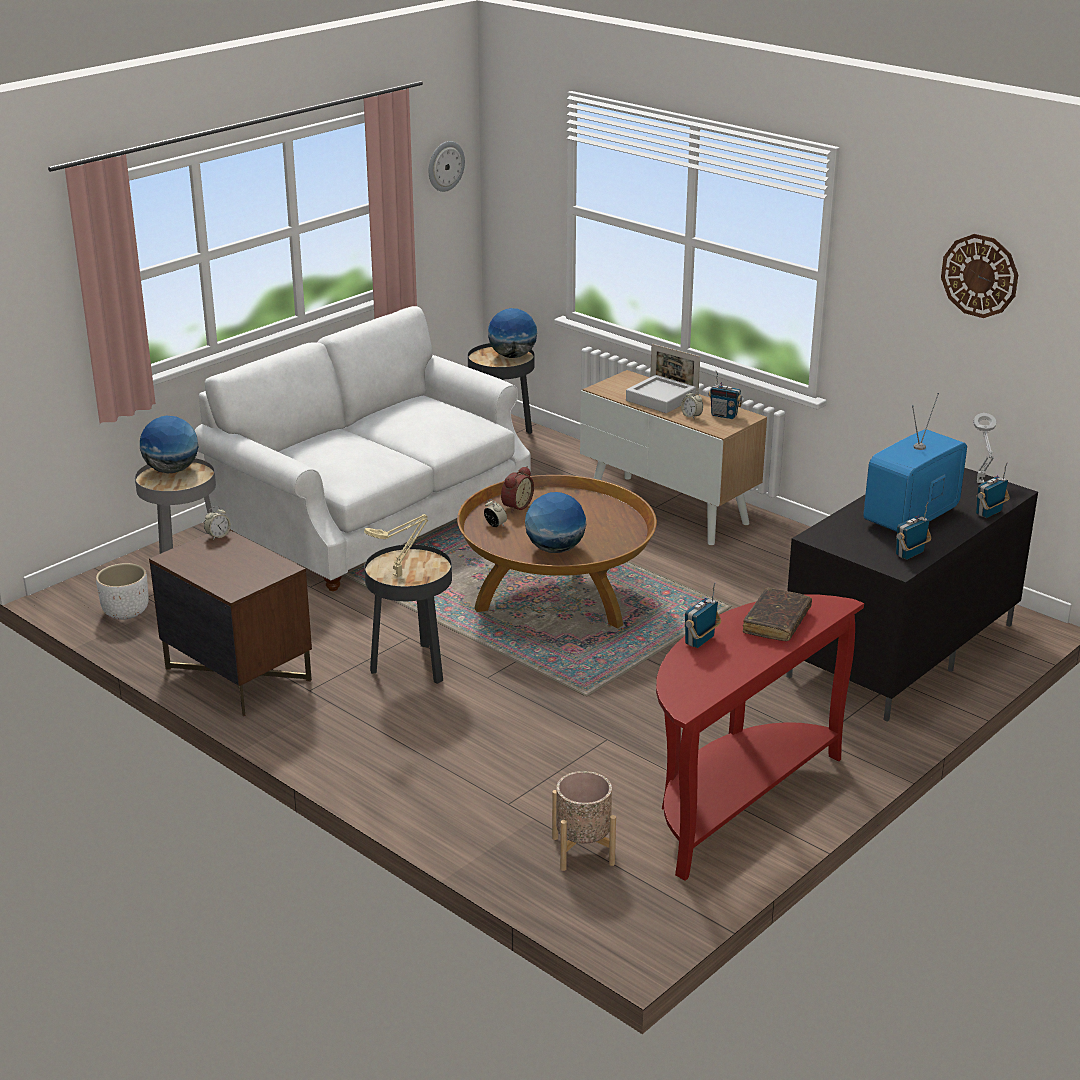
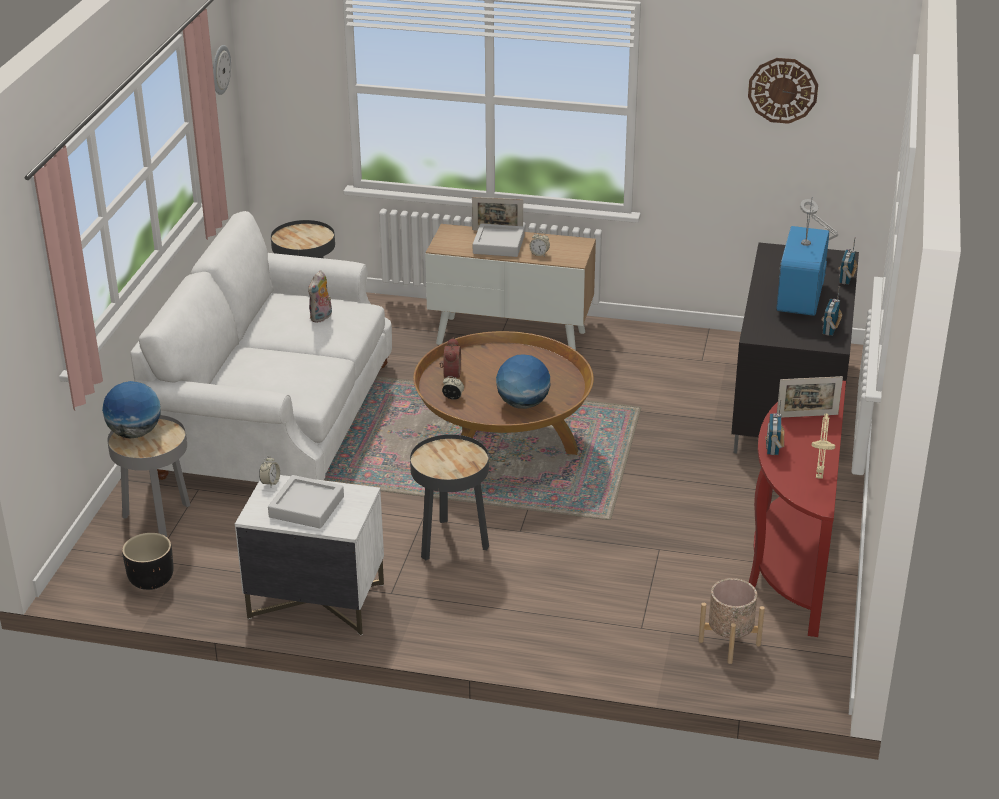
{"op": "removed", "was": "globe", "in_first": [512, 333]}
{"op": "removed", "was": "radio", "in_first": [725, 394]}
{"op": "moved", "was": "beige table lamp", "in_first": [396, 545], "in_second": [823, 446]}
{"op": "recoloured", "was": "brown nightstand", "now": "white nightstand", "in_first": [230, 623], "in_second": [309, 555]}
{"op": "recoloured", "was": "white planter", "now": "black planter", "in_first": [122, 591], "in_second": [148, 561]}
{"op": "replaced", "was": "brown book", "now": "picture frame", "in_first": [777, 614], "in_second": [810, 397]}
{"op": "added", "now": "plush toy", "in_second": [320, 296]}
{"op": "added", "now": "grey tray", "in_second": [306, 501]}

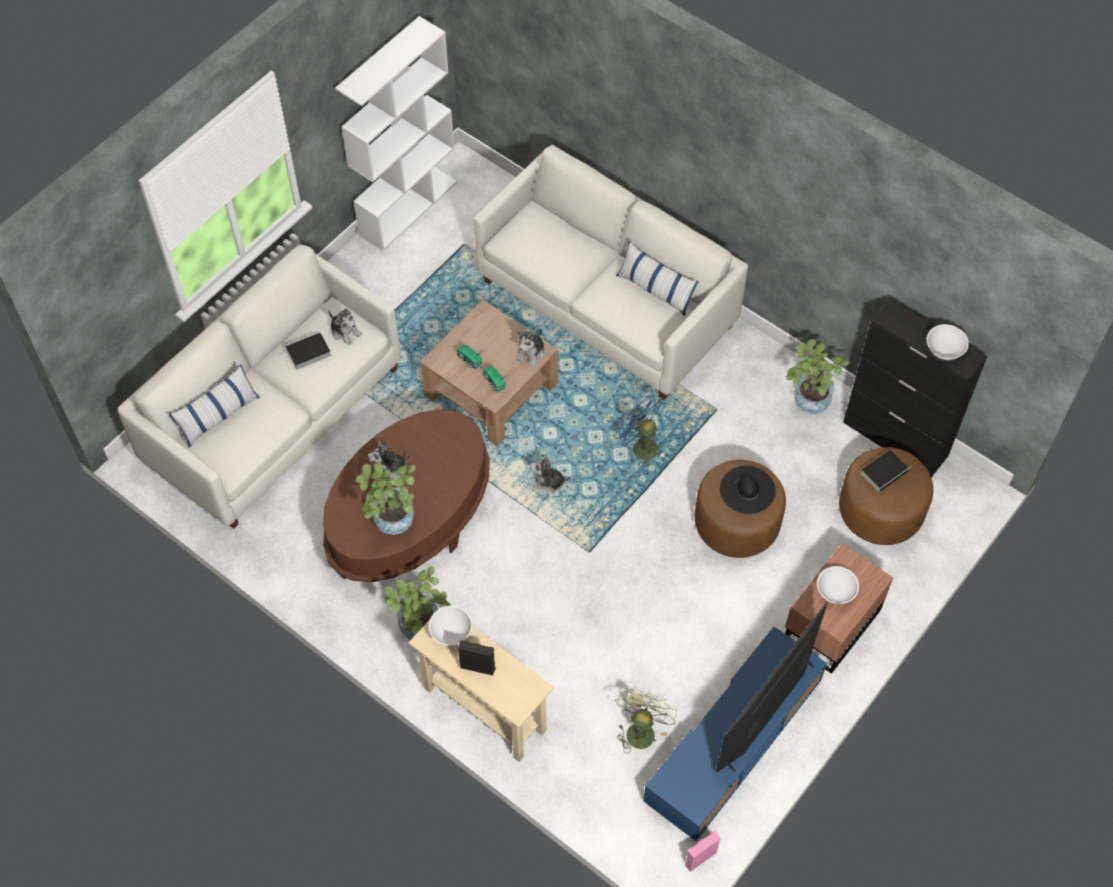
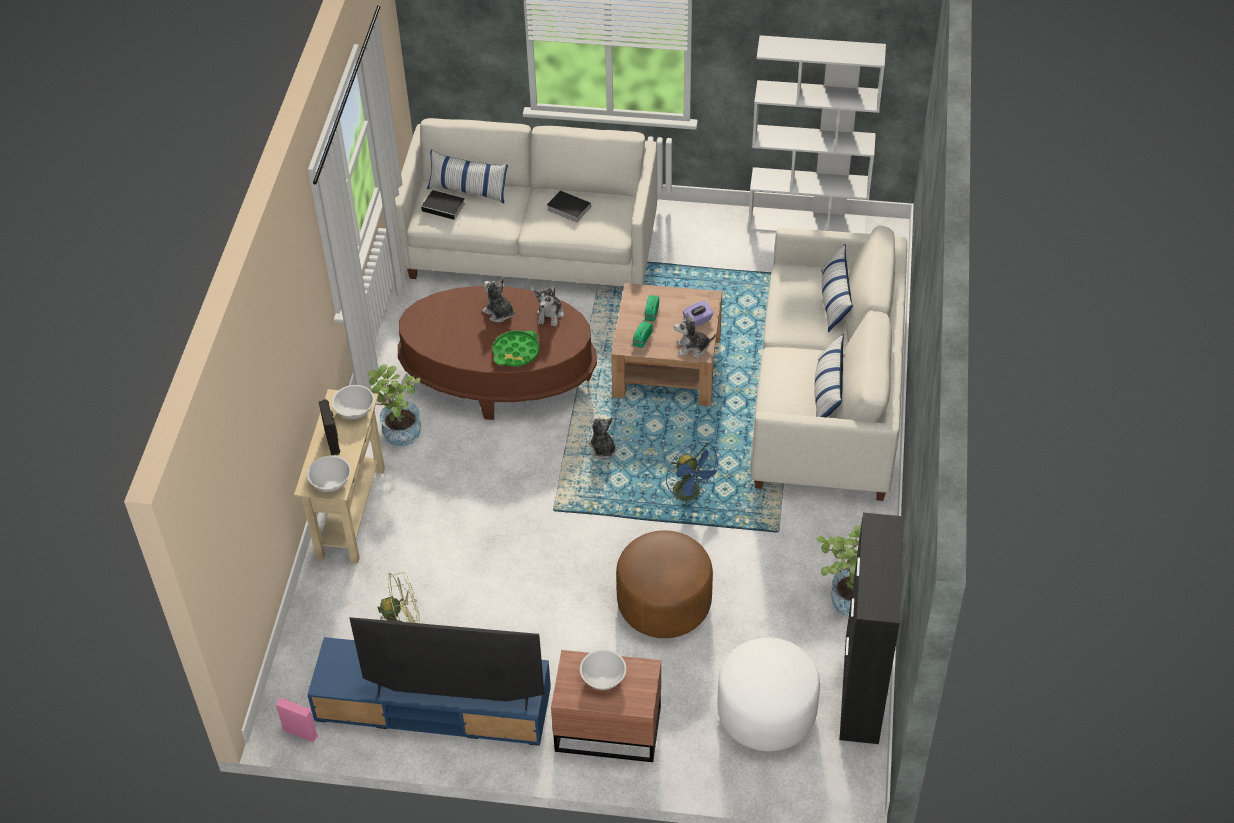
{"op": "moved", "was": "plush toy", "in_first": [345, 326], "in_second": [549, 306]}
{"op": "moved", "was": "white bowl", "in_first": [948, 342], "in_second": [329, 474]}
{"op": "turned", "was": "blue fan", "in_first": [637, 431], "in_second": [694, 471], "clockwise": 135}
{"op": "recoloured", "was": "brown ottoman", "now": "white ottoman", "in_first": [886, 496], "in_second": [768, 694]}
{"op": "moved", "was": "book", "in_first": [886, 471], "in_second": [443, 205]}
{"op": "removed", "was": "potted plant", "in_first": [386, 499]}
{"op": "removed", "was": "black hat", "in_first": [748, 490]}
{"op": "added", "now": "pillow", "in_second": [837, 288]}
{"op": "added", "now": "purple tissue box", "in_second": [698, 314]}
{"op": "added", "now": "green tray", "in_second": [516, 348]}

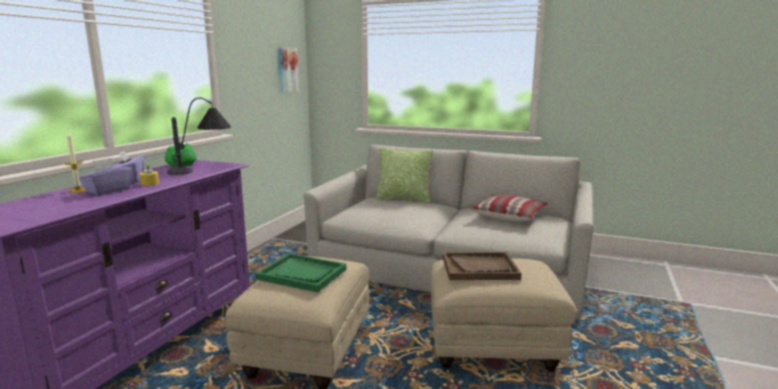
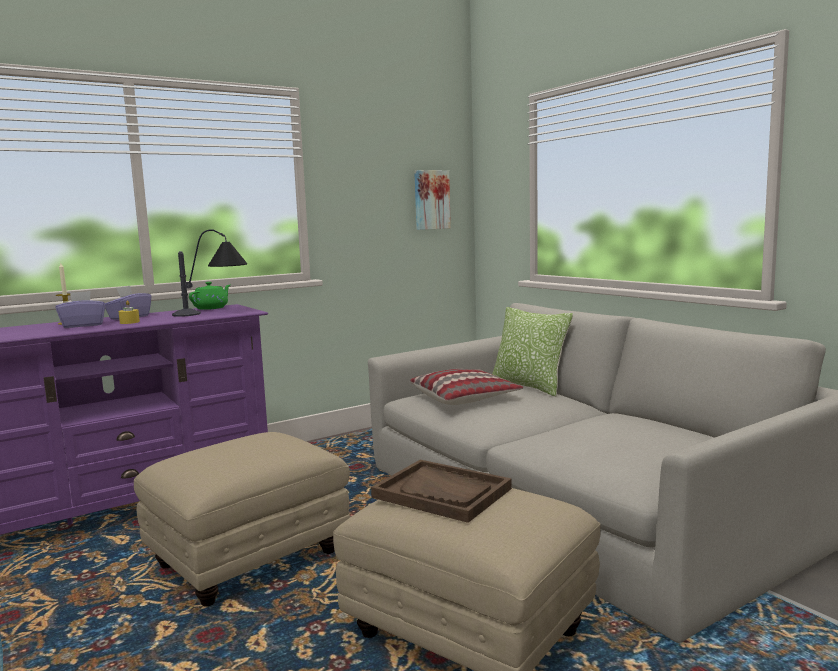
{"op": "moved", "was": "pillow", "in_first": [509, 208], "in_second": [466, 387]}
{"op": "removed", "was": "green tray", "in_first": [301, 272]}

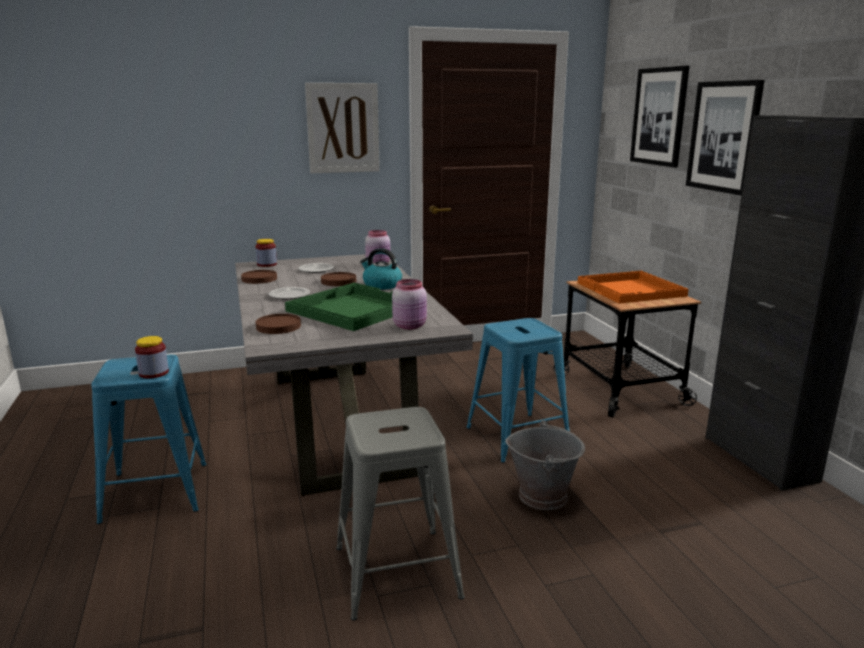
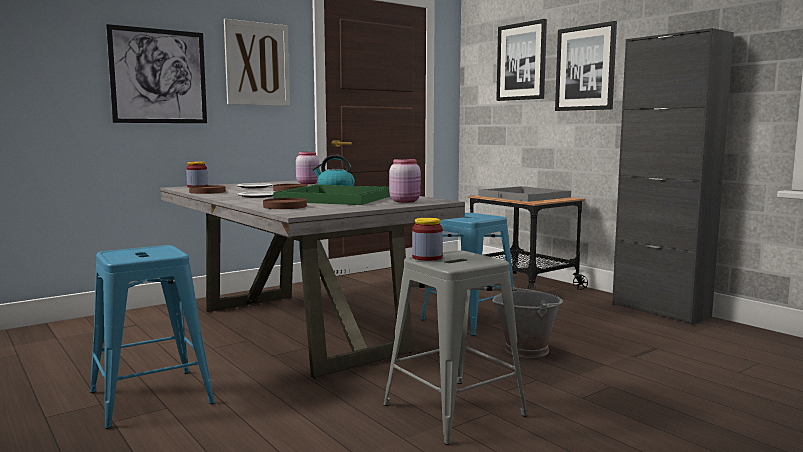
{"op": "recoloured", "was": "orange tray", "now": "grey tray", "in_first": [633, 287], "in_second": [524, 194]}
{"op": "moved", "was": "jar", "in_first": [152, 357], "in_second": [427, 239]}
{"op": "added", "now": "picture", "in_second": [156, 73]}

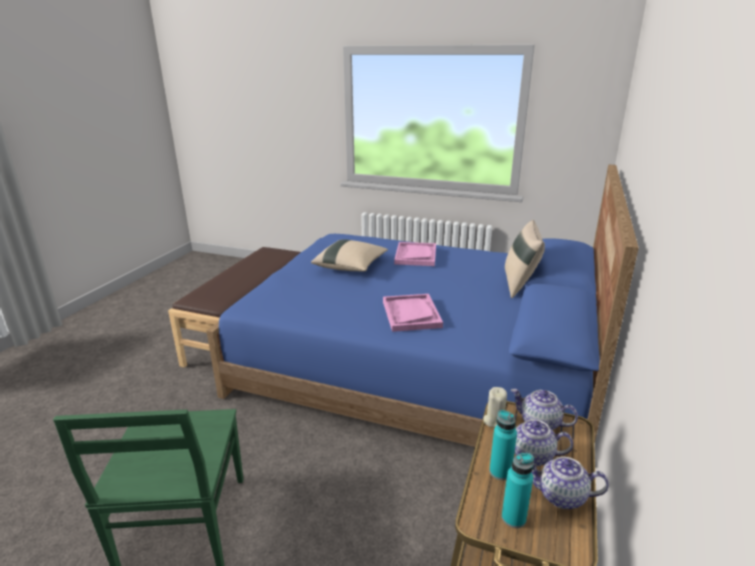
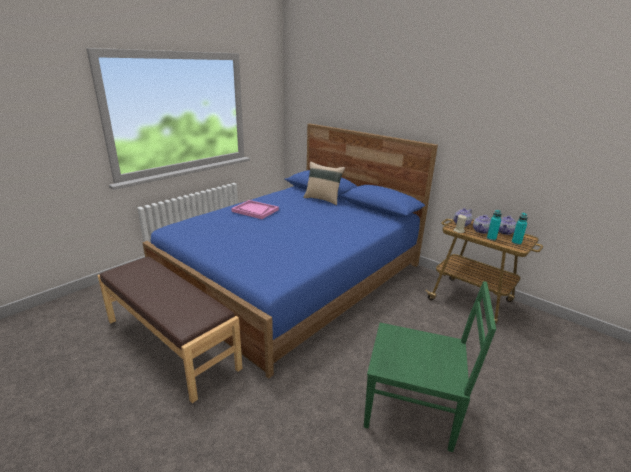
{"op": "removed", "was": "beige pillow", "in_first": [349, 255]}
{"op": "removed", "was": "pink tray", "in_first": [413, 313]}

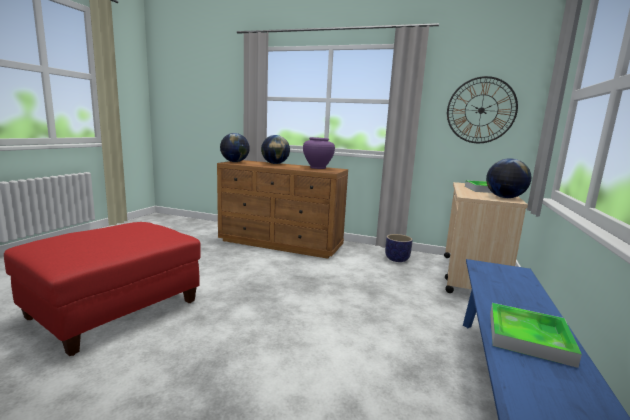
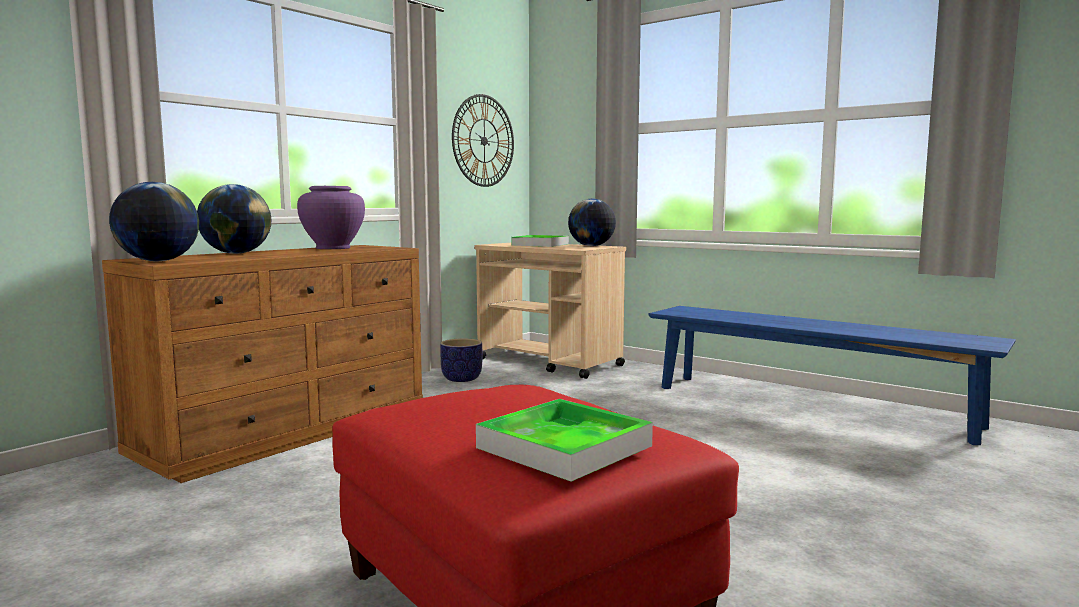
{"op": "moved", "was": "tray", "in_first": [536, 335], "in_second": [564, 440]}

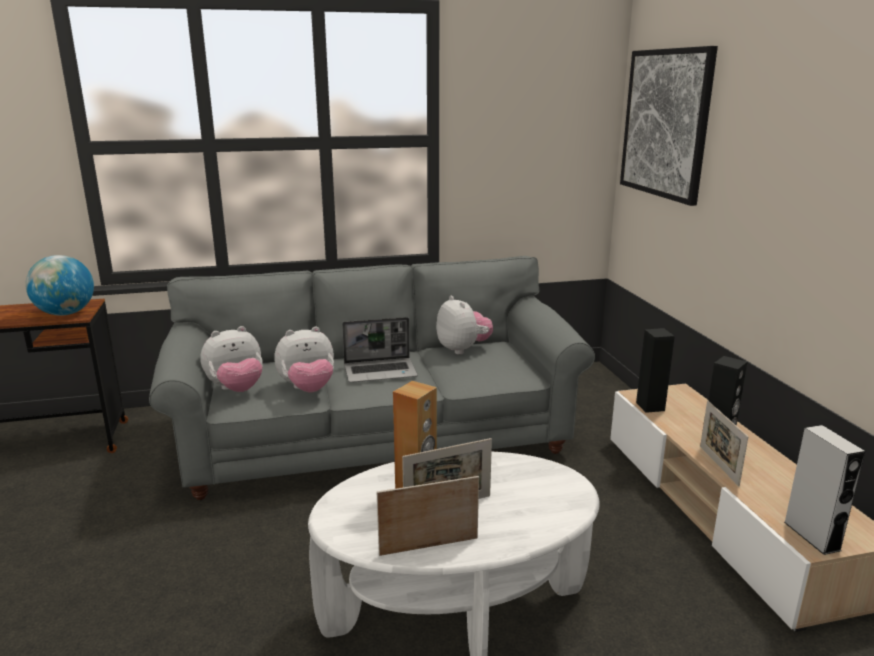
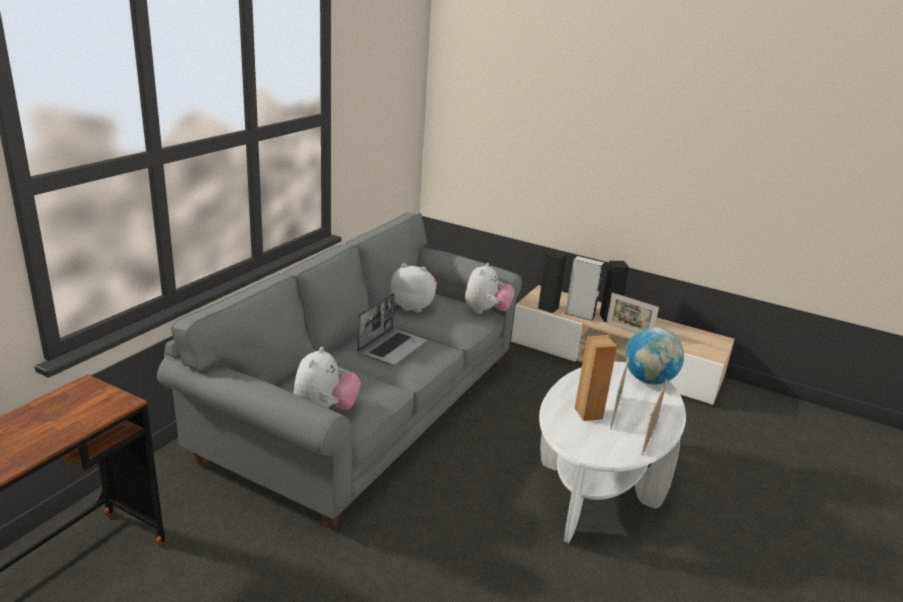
{"op": "removed", "was": "picture", "in_first": [669, 126]}
{"op": "moved", "was": "globe", "in_first": [59, 285], "in_second": [654, 355]}
{"op": "moved", "was": "plush toy", "in_first": [304, 359], "in_second": [490, 288]}
{"op": "moved", "was": "grey speaker", "in_first": [824, 490], "in_second": [584, 288]}

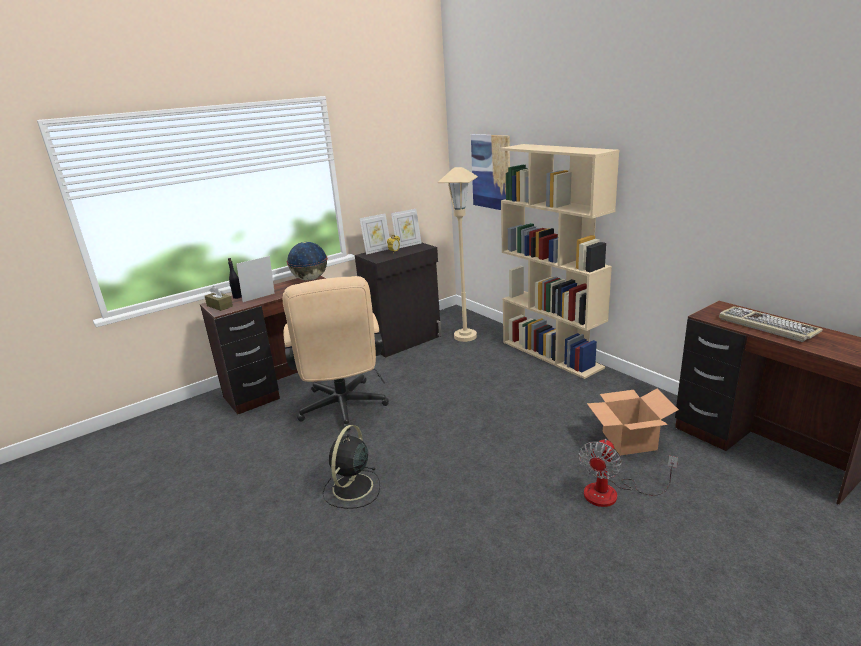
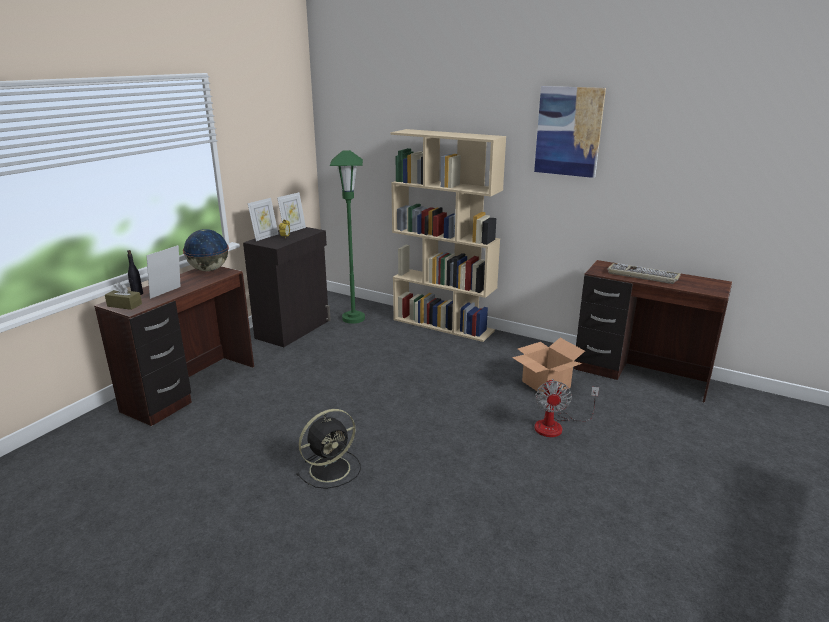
{"op": "moved", "was": "picture", "in_first": [490, 172], "in_second": [570, 132]}
{"op": "recoloured", "was": "beige floor lamp", "now": "green floor lamp", "in_first": [458, 254], "in_second": [347, 237]}
{"op": "removed", "was": "beige office chair", "in_first": [336, 353]}
{"op": "turned", "was": "black fan", "in_first": [351, 467], "in_second": [328, 449], "clockwise": -120}

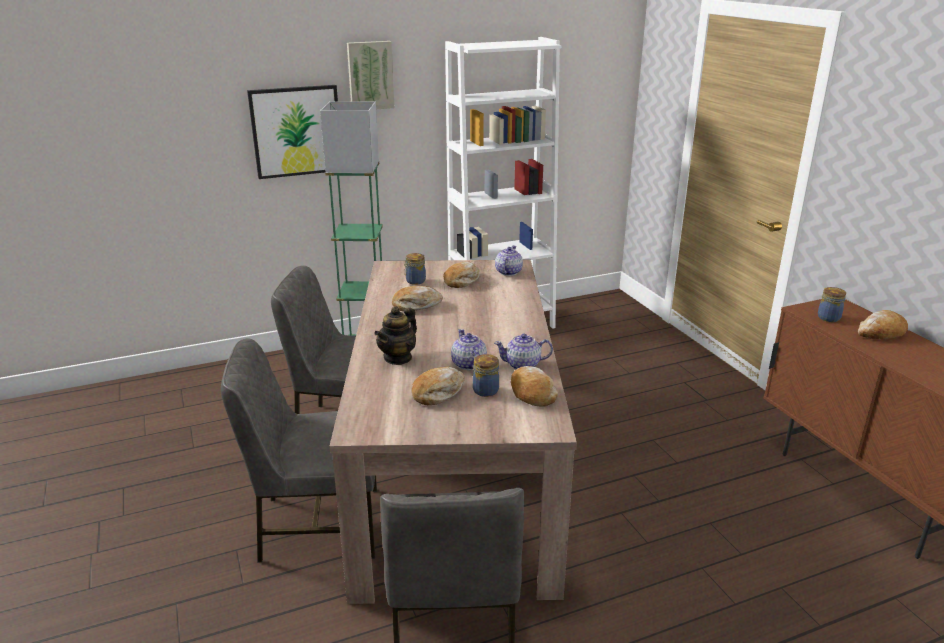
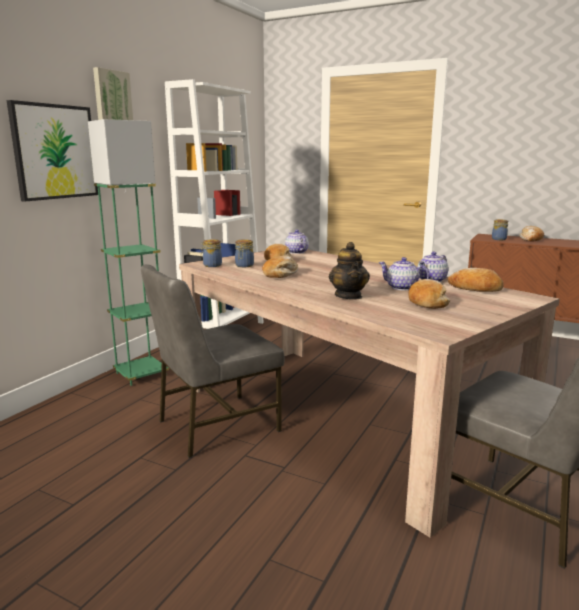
{"op": "removed", "was": "grey chair", "in_first": [299, 451]}
{"op": "moved", "was": "jar", "in_first": [486, 375], "in_second": [211, 253]}

